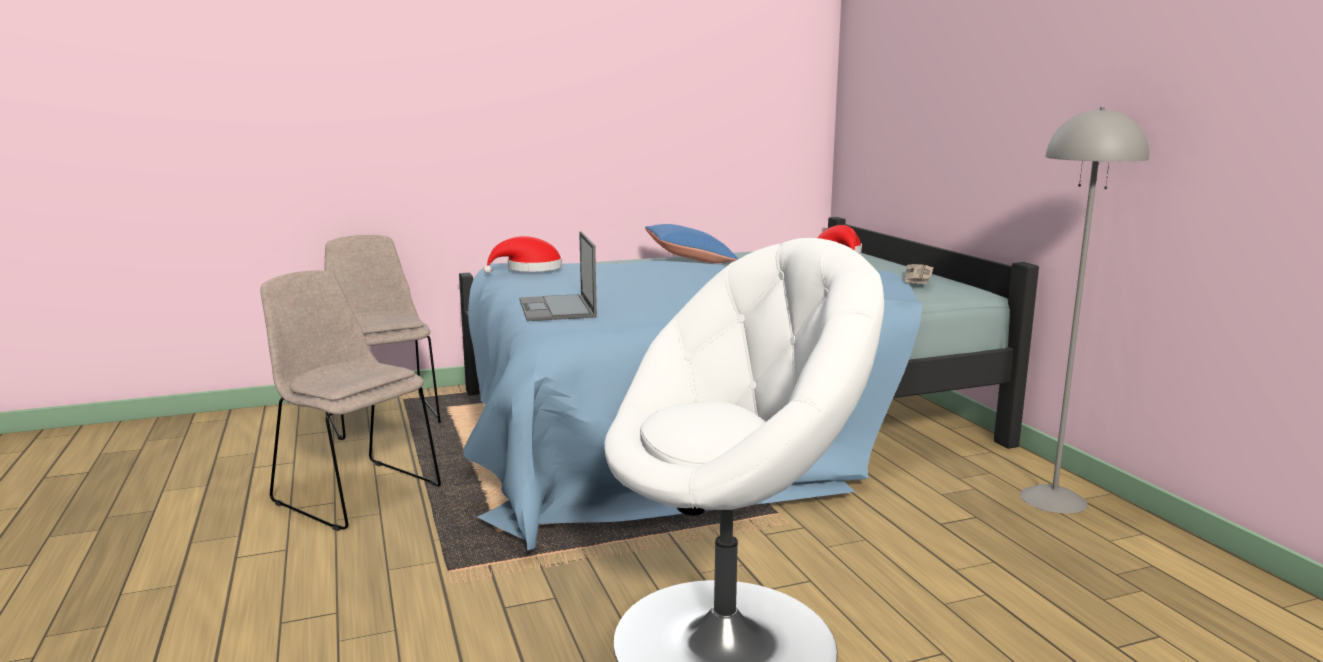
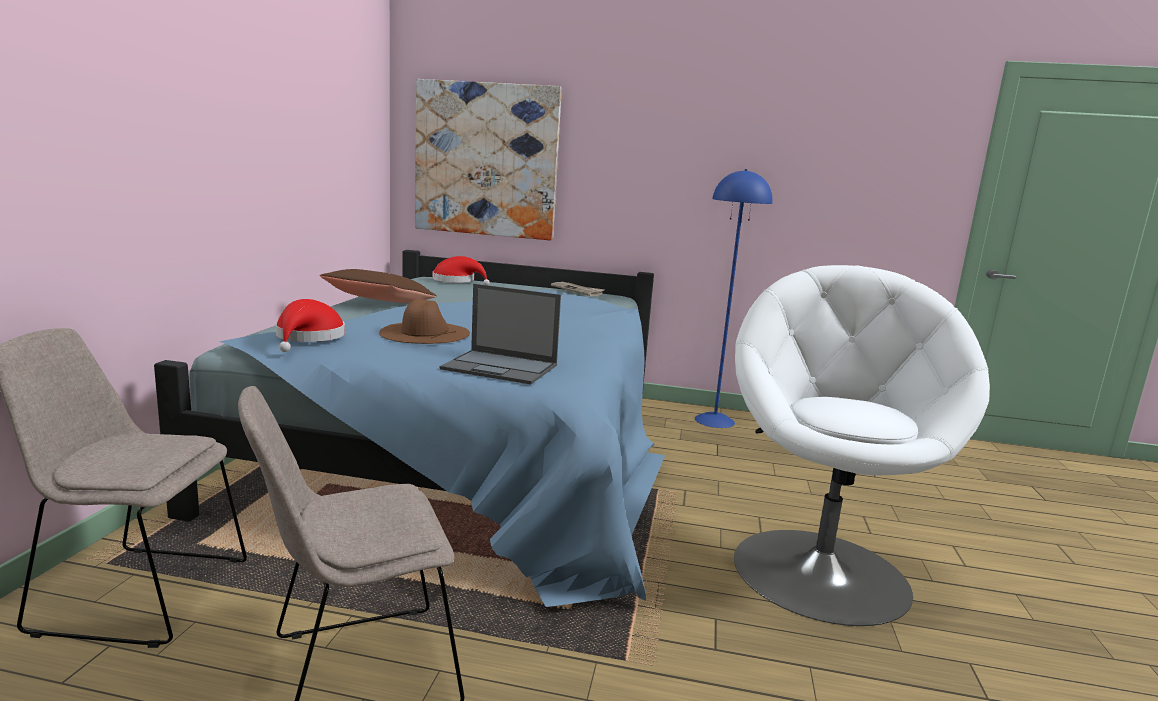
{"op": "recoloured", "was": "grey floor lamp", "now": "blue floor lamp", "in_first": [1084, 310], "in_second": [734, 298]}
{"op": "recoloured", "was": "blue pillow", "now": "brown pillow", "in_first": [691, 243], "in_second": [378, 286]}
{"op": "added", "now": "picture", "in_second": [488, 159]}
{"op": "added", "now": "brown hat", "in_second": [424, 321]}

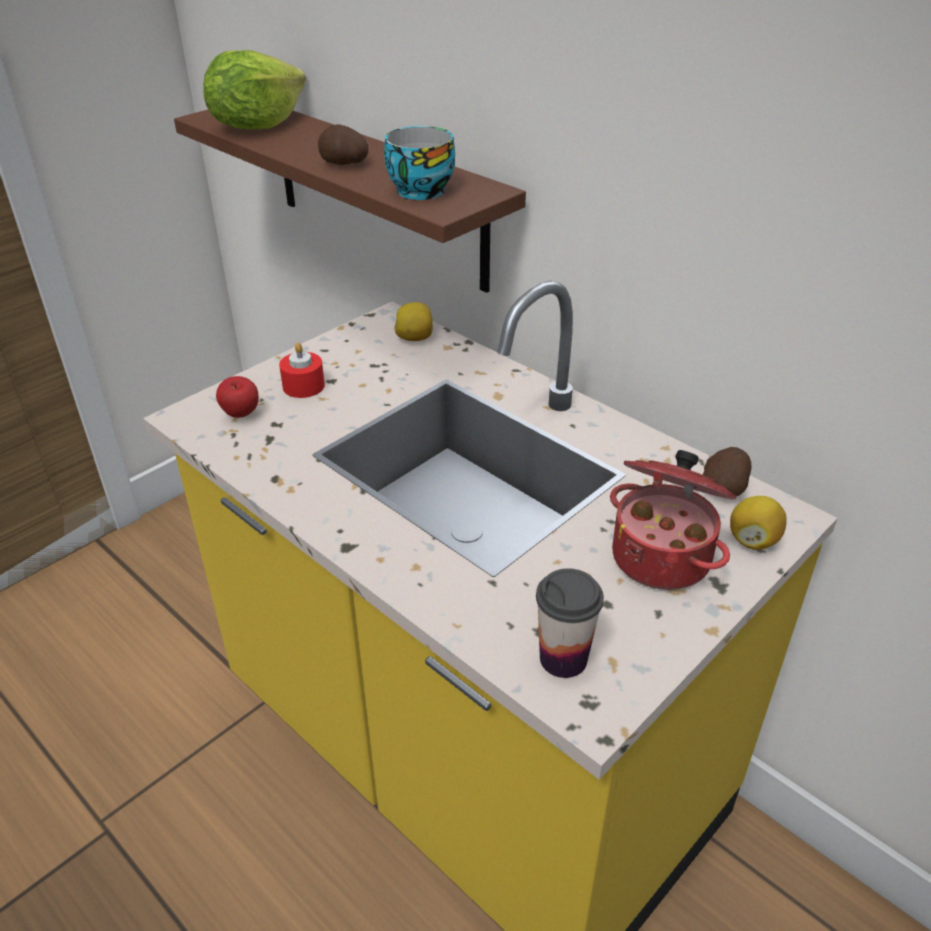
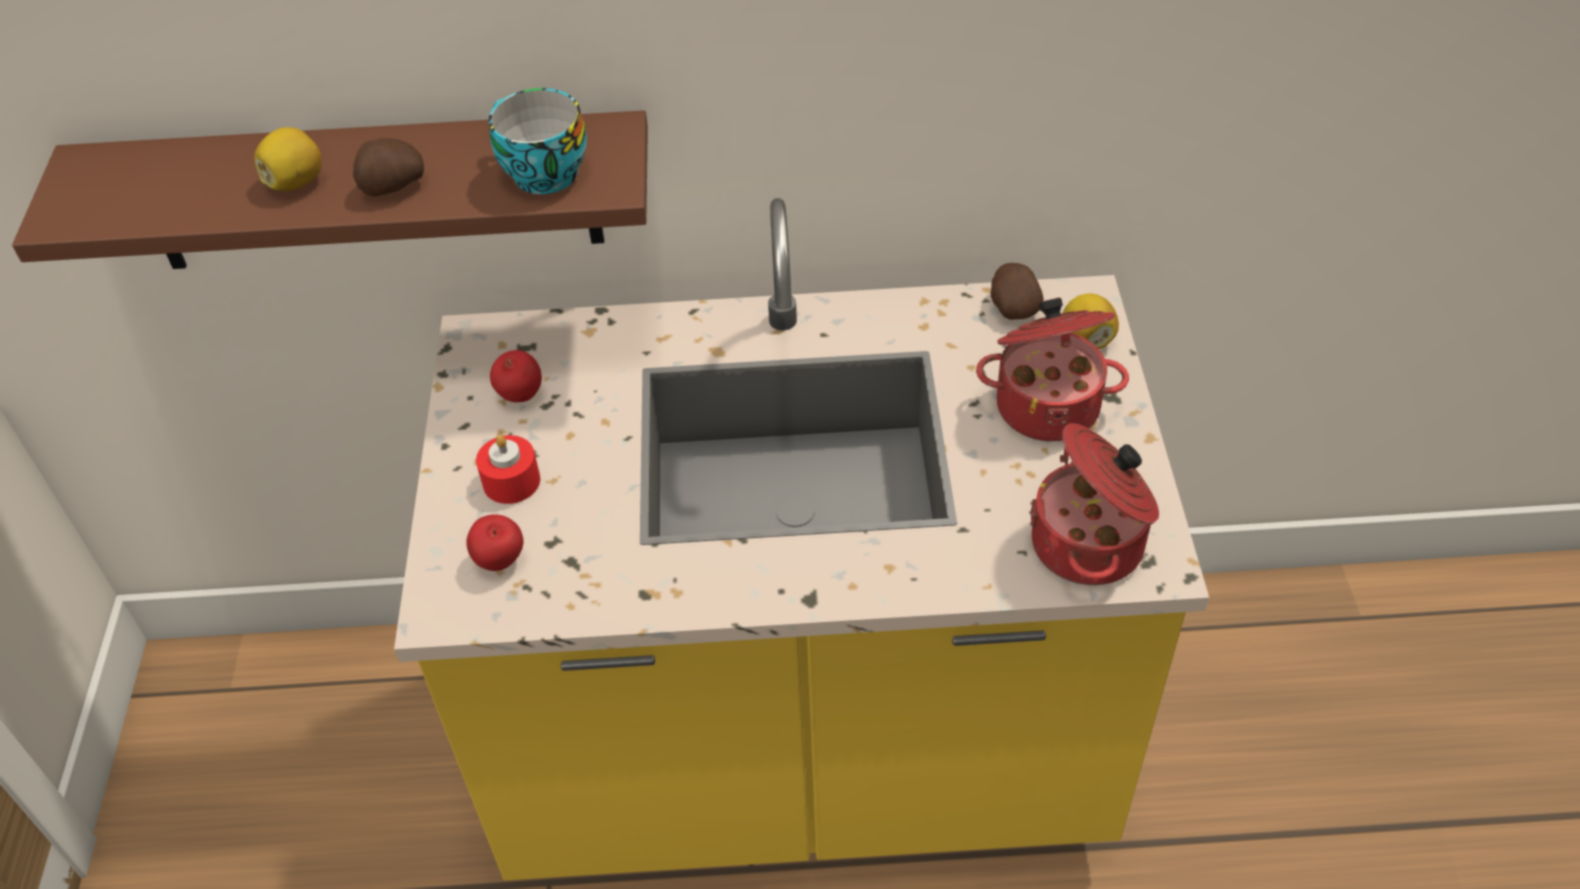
{"op": "removed", "was": "lettuce", "in_first": [254, 89]}
{"op": "moved", "was": "lemon", "in_first": [413, 321], "in_second": [288, 159]}
{"op": "replaced", "was": "cup", "now": "cooking pot", "in_first": [570, 623], "in_second": [1094, 504]}
{"op": "added", "now": "apple", "in_second": [516, 376]}

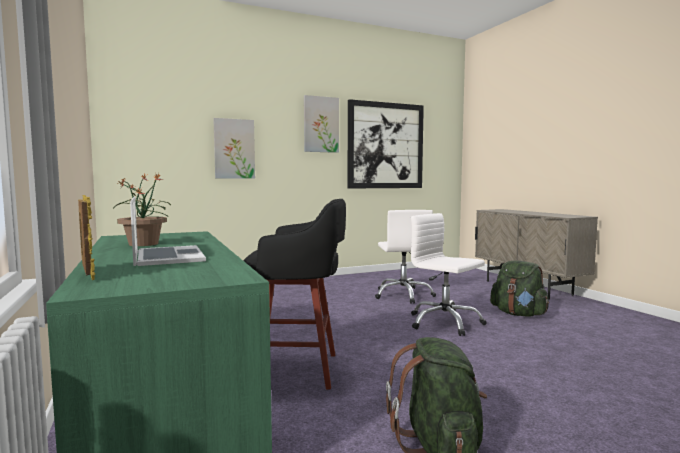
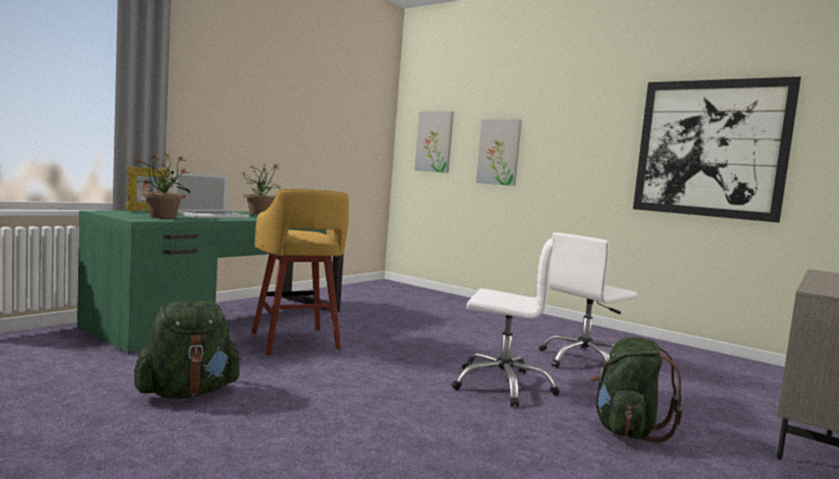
{"op": "moved", "was": "picture", "in_first": [321, 124], "in_second": [434, 142]}
{"op": "recoloured", "was": "black stool", "now": "yellow stool", "in_first": [294, 294], "in_second": [300, 272]}
{"op": "turned", "was": "white office chair", "in_first": [449, 274], "in_second": [505, 322], "clockwise": 90}
{"op": "added", "now": "potted plant", "in_second": [162, 185]}

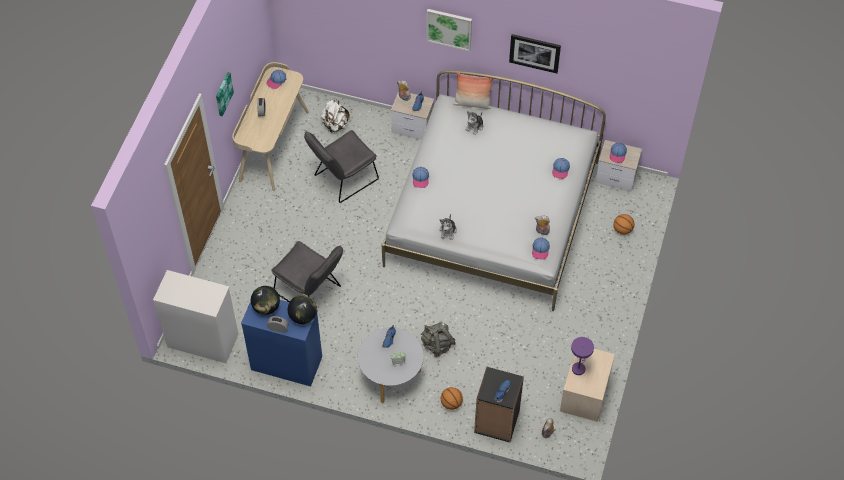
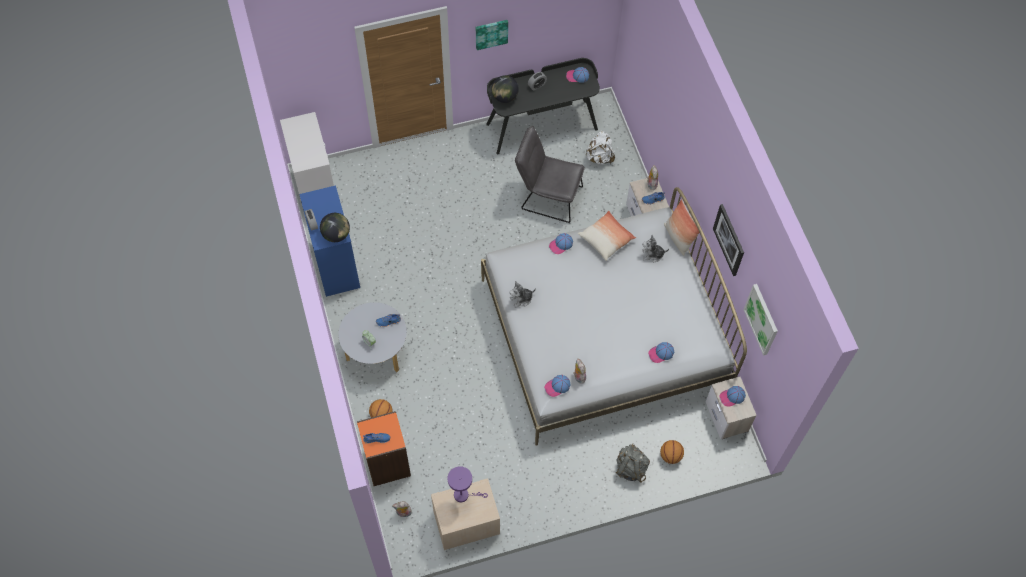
{"op": "moved", "was": "picture", "in_first": [449, 30], "in_second": [760, 320]}
{"op": "recoloured", "was": "beige desk", "now": "black desk", "in_first": [270, 126], "in_second": [543, 106]}
{"op": "removed", "was": "grey chair", "in_first": [307, 271]}
{"op": "moved", "was": "globe", "in_first": [265, 300], "in_second": [505, 89]}
{"op": "moved", "was": "grey backpack", "in_first": [438, 339], "in_second": [633, 463]}
{"op": "recoloured", "was": "black bookcase", "now": "orange bookcase", "in_first": [499, 405], "in_second": [384, 448]}
{"op": "added", "now": "pillow", "in_second": [607, 236]}

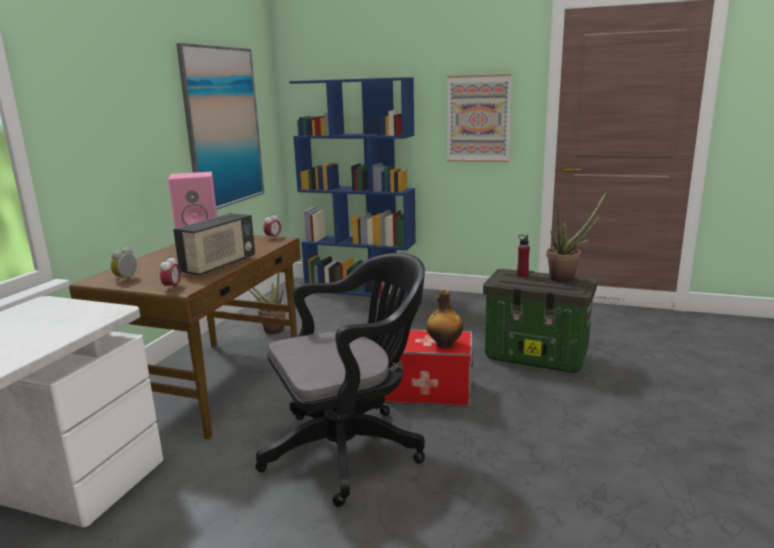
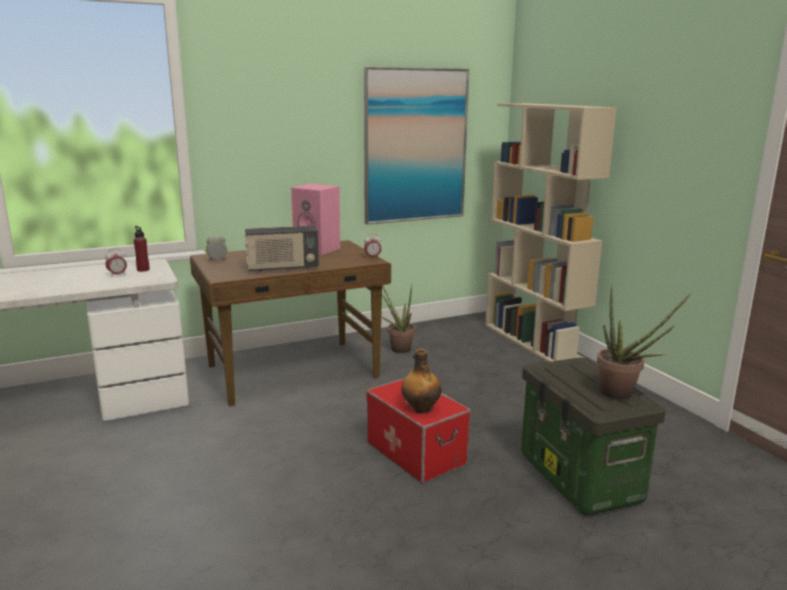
{"op": "removed", "was": "picture", "in_first": [479, 118]}
{"op": "recoloured", "was": "blue bookcase", "now": "beige bookcase", "in_first": [352, 188], "in_second": [551, 232]}
{"op": "moved", "was": "red bottle", "in_first": [523, 256], "in_second": [142, 249]}
{"op": "removed", "was": "black office chair", "in_first": [340, 380]}
{"op": "moved", "was": "alarm clock", "in_first": [170, 273], "in_second": [116, 263]}

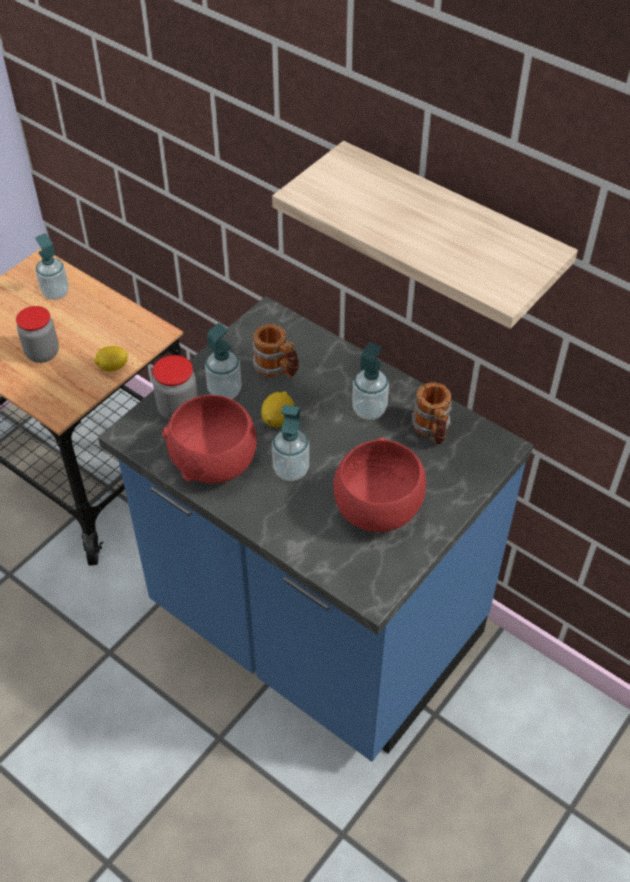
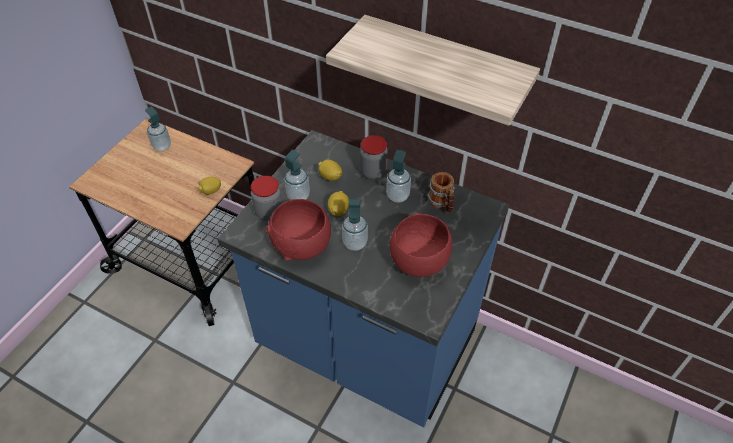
{"op": "moved", "was": "jar", "in_first": [37, 334], "in_second": [374, 157]}
{"op": "replaced", "was": "mug", "now": "lemon", "in_first": [276, 350], "in_second": [330, 170]}

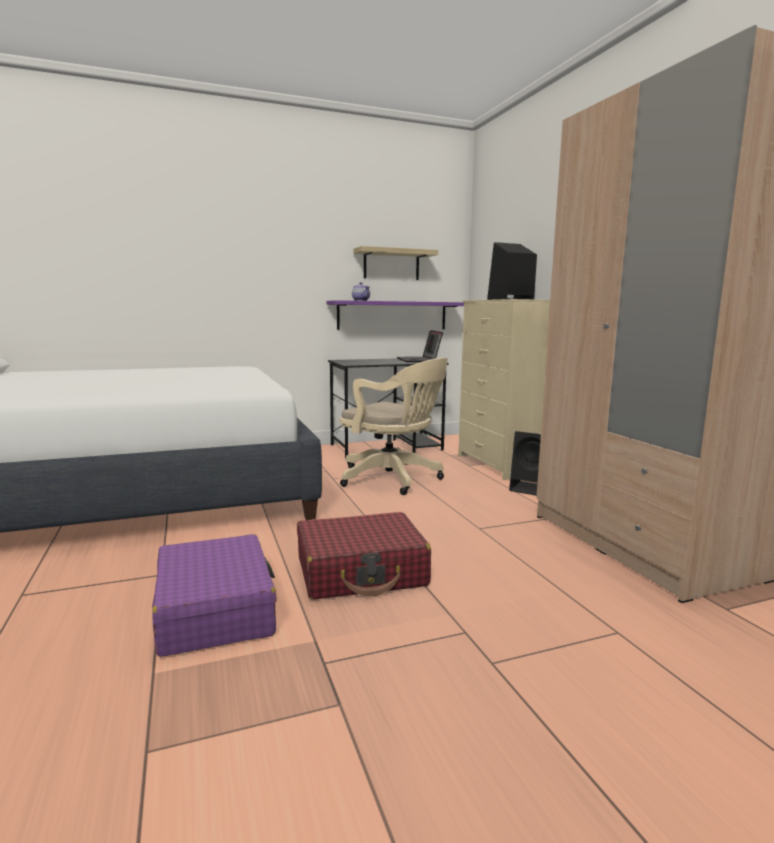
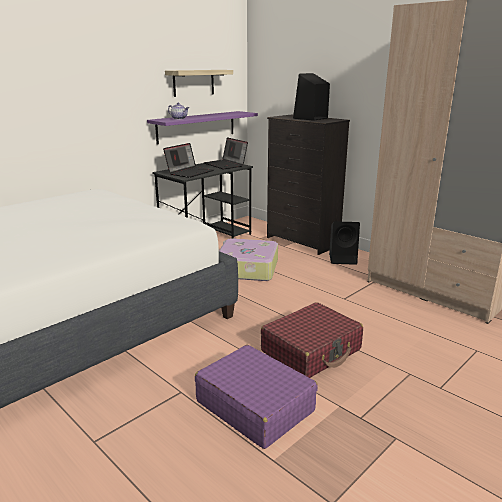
{"op": "recoloured", "was": "beige dresser", "now": "black dresser", "in_first": [504, 389], "in_second": [308, 184]}
{"op": "replaced", "was": "beige office chair", "now": "suitcase", "in_first": [394, 426], "in_second": [248, 259]}
{"op": "added", "now": "laptop", "in_second": [188, 160]}

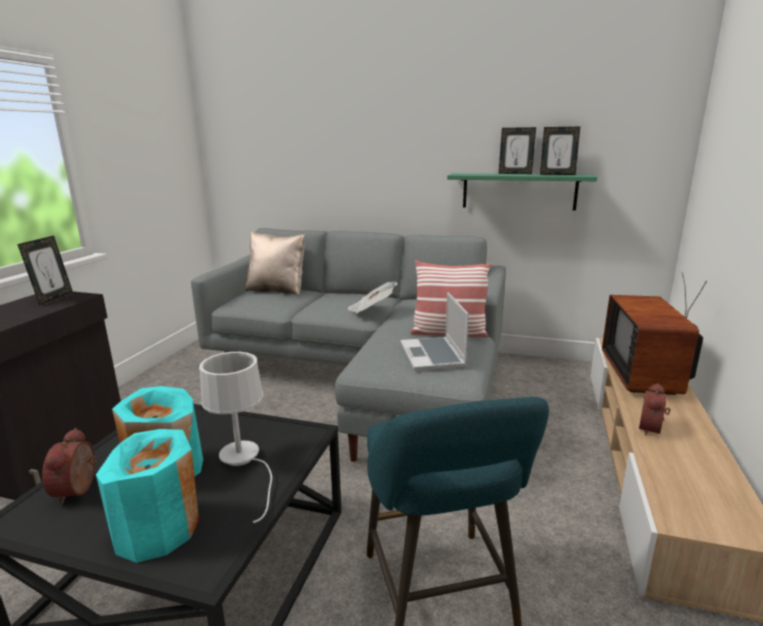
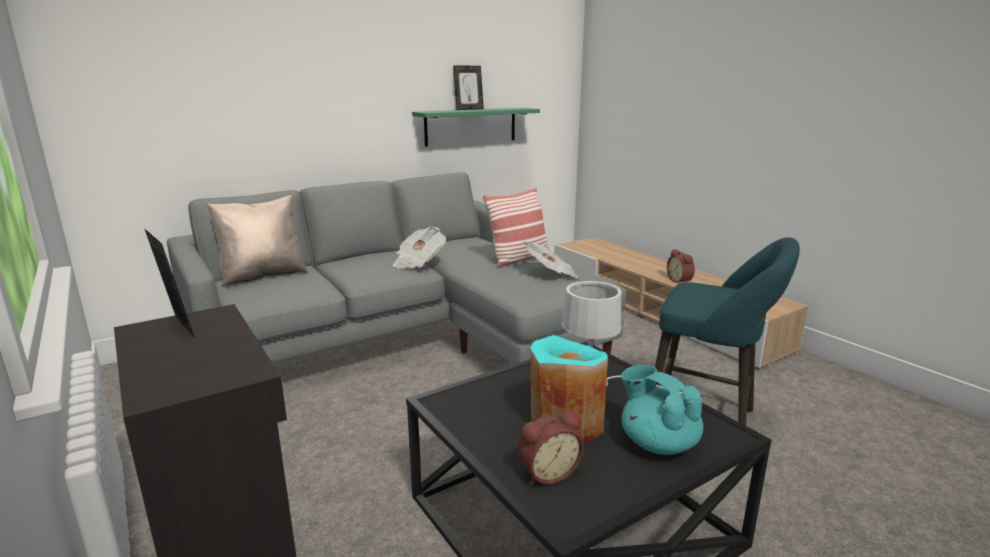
{"op": "removed", "was": "picture frame", "in_first": [560, 151]}
{"op": "removed", "was": "television", "in_first": [654, 333]}
{"op": "replaced", "was": "laptop", "now": "newspaper", "in_first": [434, 331], "in_second": [550, 259]}
{"op": "turned", "was": "alarm clock", "in_first": [69, 466], "in_second": [550, 448], "clockwise": -60}
{"op": "replaced", "was": "turquoise vase", "now": "turquoise teapot", "in_first": [147, 496], "in_second": [662, 410]}

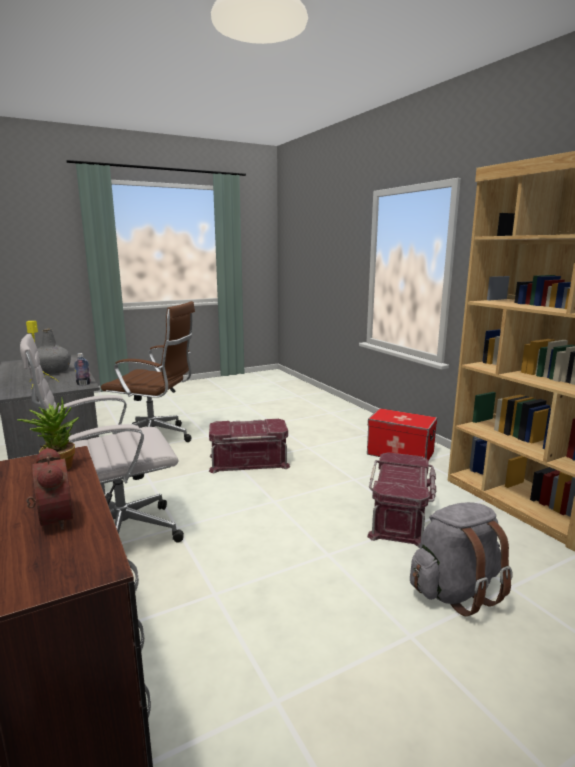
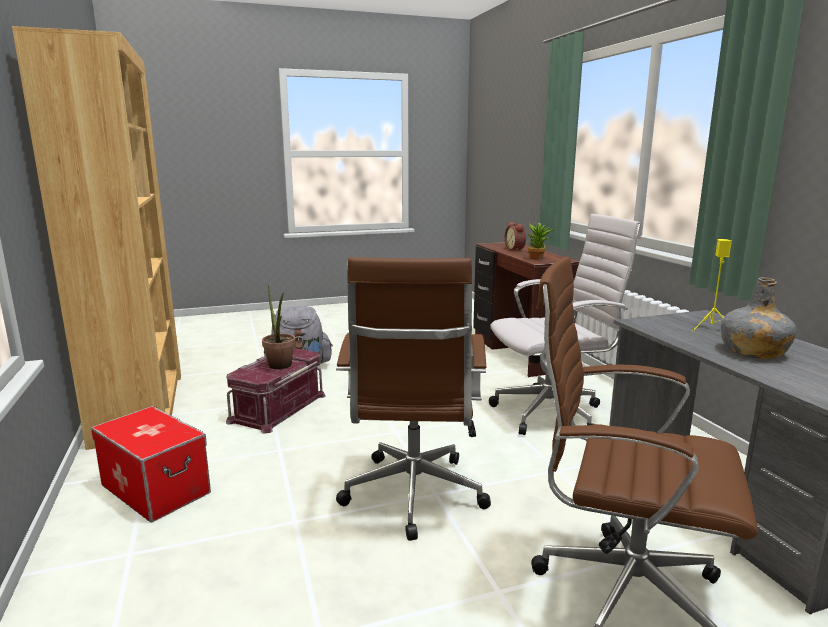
{"op": "removed", "was": "bottle", "in_first": [82, 369]}
{"op": "replaced", "was": "red storage box", "now": "brown office chair", "in_first": [249, 446], "in_second": [413, 399]}
{"op": "added", "now": "potted plant", "in_second": [278, 326]}

